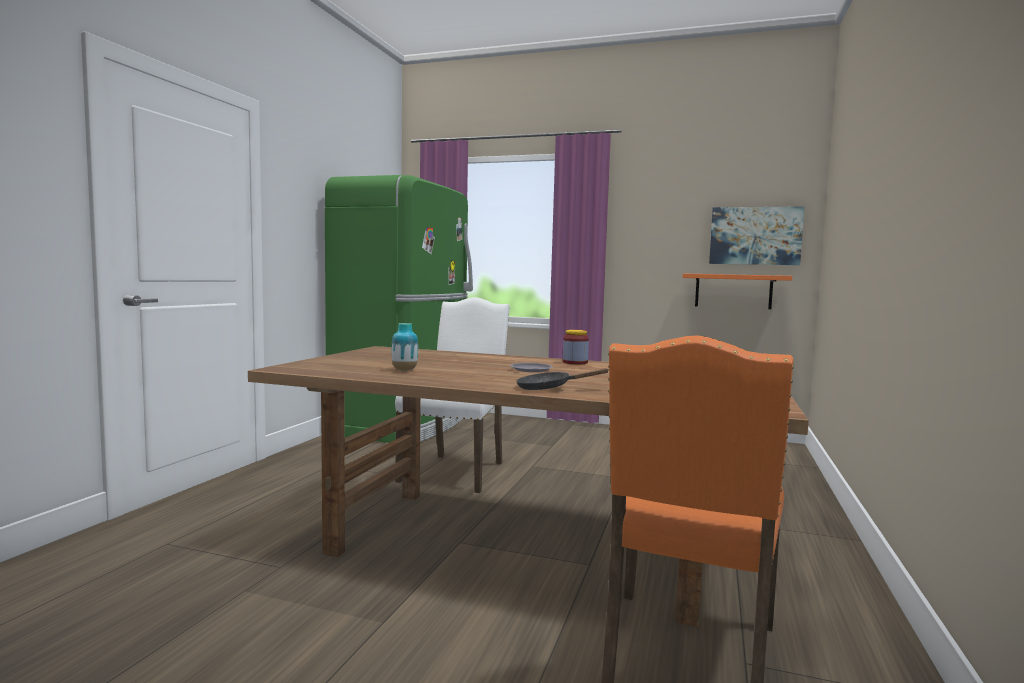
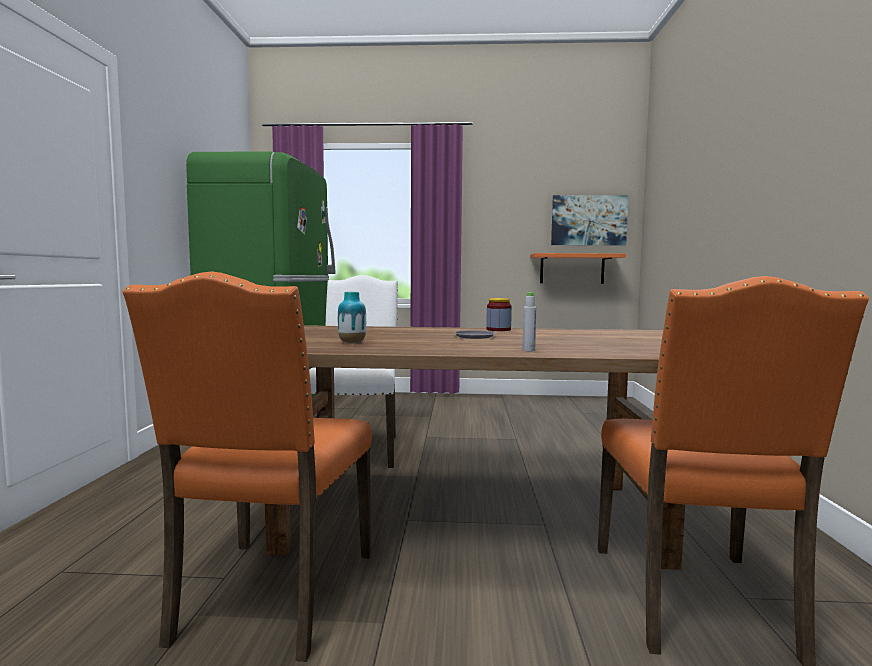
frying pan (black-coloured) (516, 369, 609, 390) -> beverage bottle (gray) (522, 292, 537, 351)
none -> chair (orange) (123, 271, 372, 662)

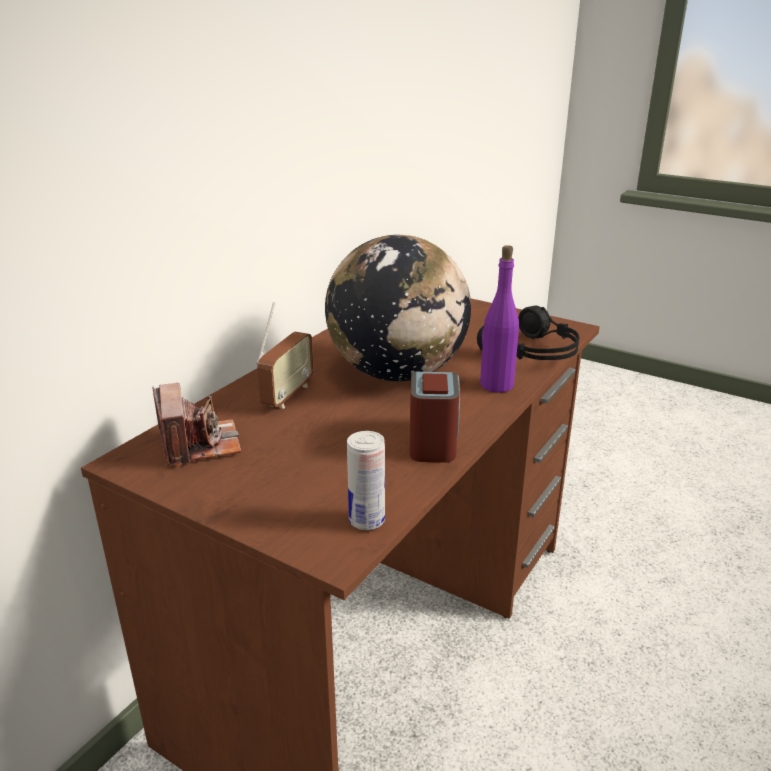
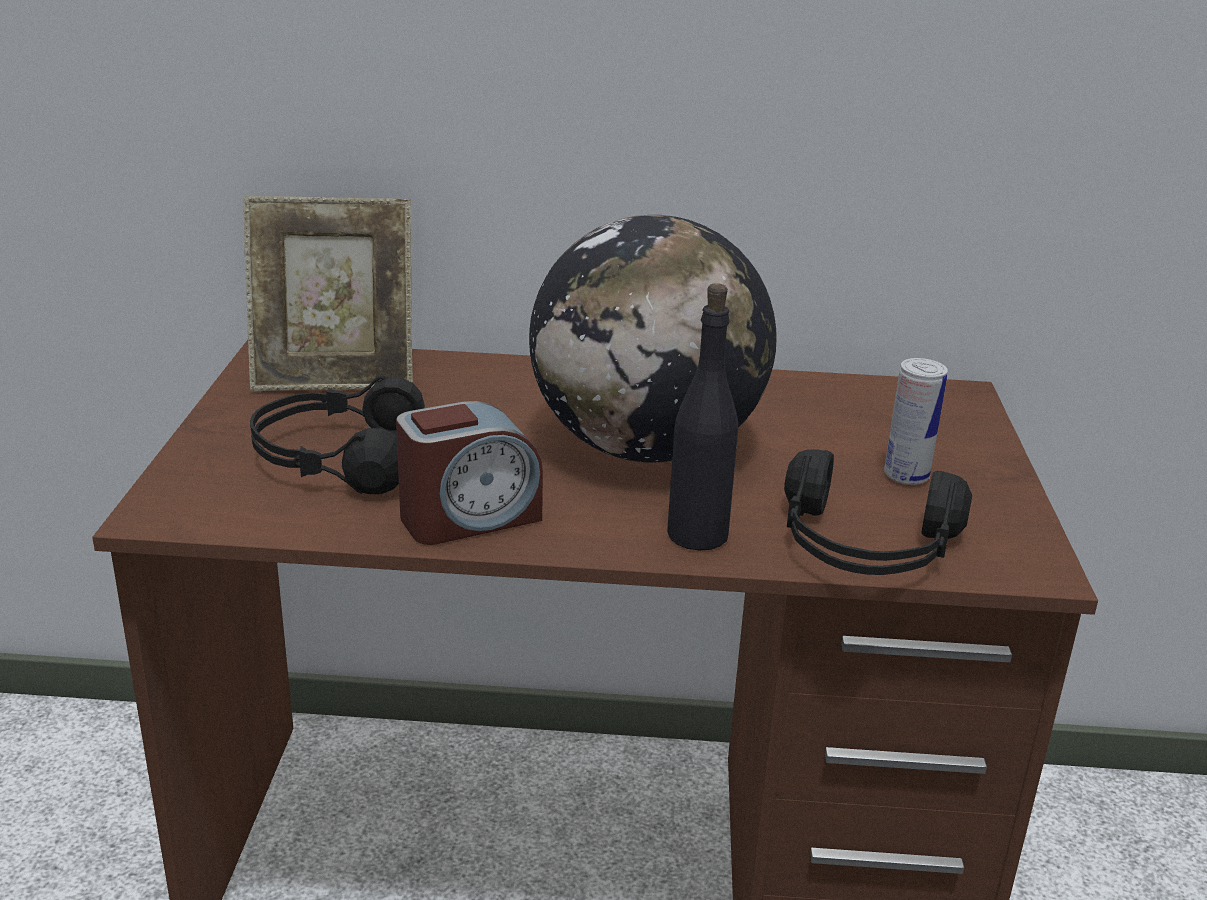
photo camera (152, 383, 241, 467) -> standing frame (243, 196, 413, 391)
radio (256, 302, 313, 409) -> none
sealed can (347, 431, 385, 530) -> sealed can (884, 358, 948, 485), move
beverage bottle (purple) (480, 245, 519, 393) -> beverage bottle (black-coloured) (667, 283, 738, 550)
none -> headphones (black-coloured) (250, 375, 425, 494)

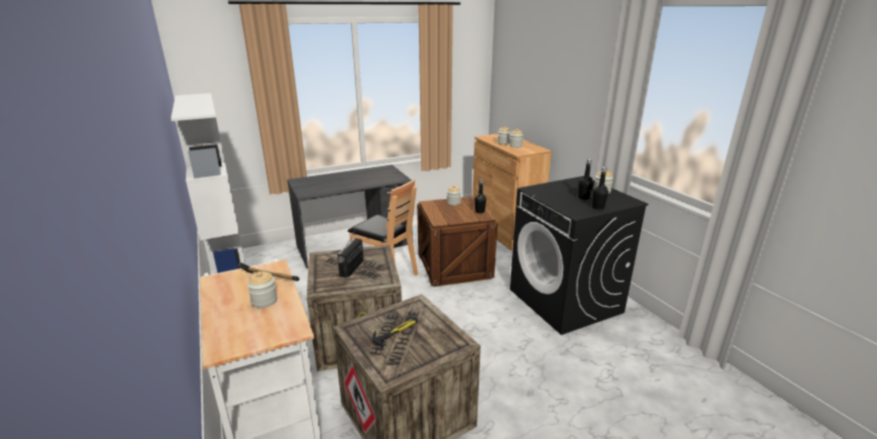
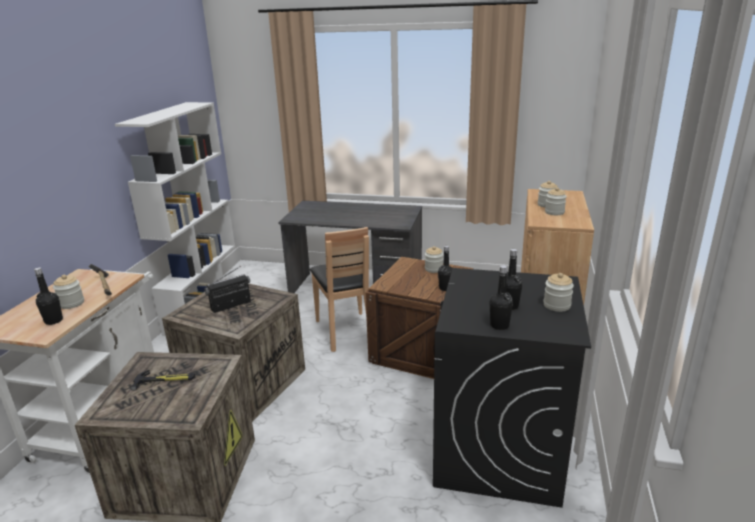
none -> beverage bottle (black-coloured) (34, 267, 63, 325)

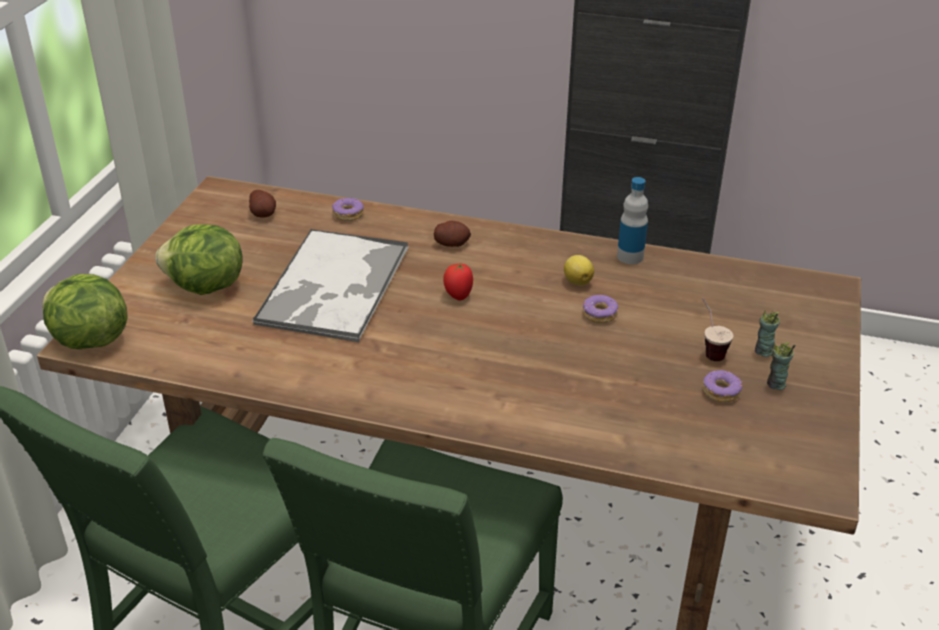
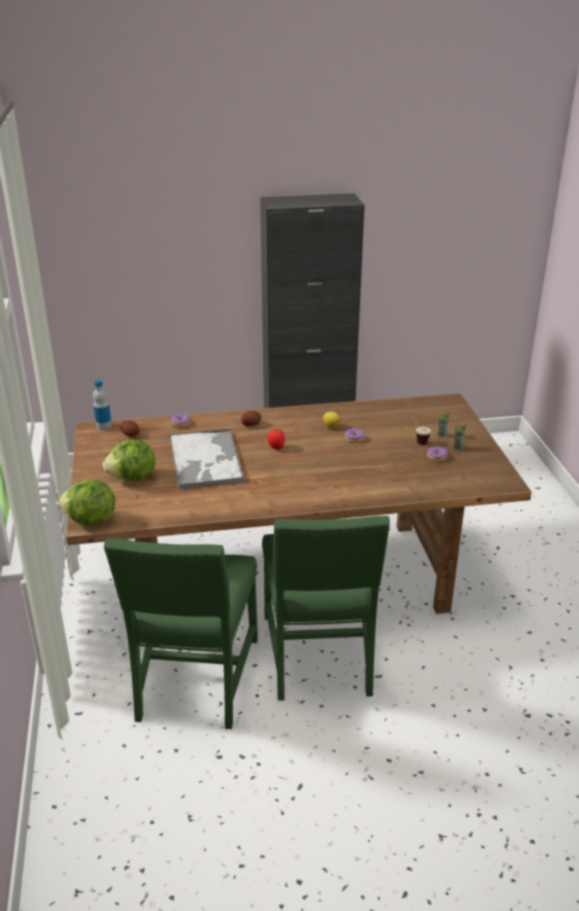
beverage bottle (617, 177, 648, 264) -> beverage bottle (93, 379, 112, 430), move

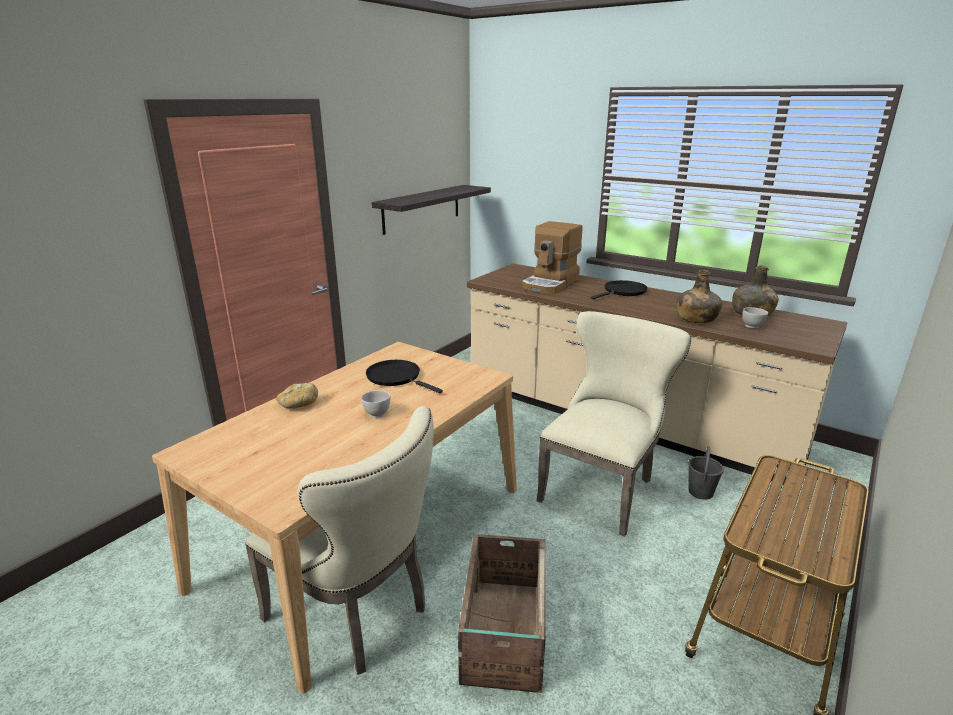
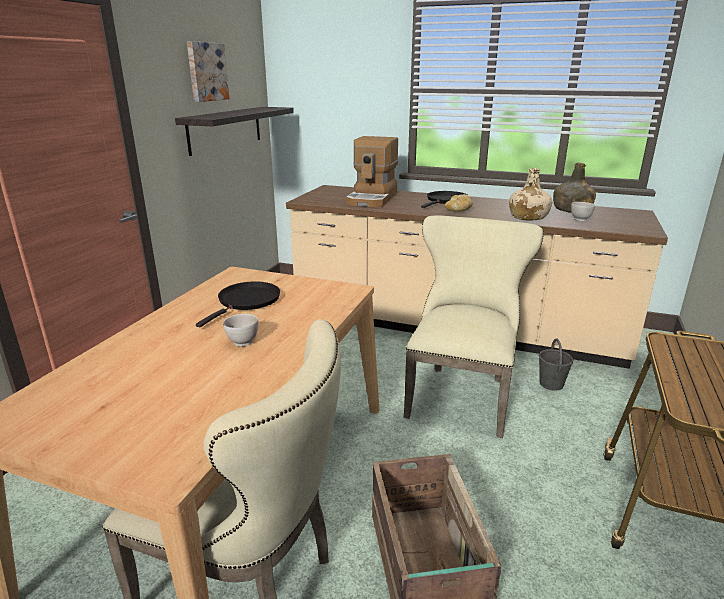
bread (276, 383, 318, 409) -> bread (445, 194, 473, 212), move
frying pan (black-coloured) (366, 360, 443, 394) -> frying pan (black-coloured) (196, 282, 280, 327), 90 degrees clockwise
beverage bottle (green) (677, 270, 722, 323) -> beverage bottle (sand-coloured) (509, 168, 553, 221)
none -> wall picture (187, 41, 230, 102)

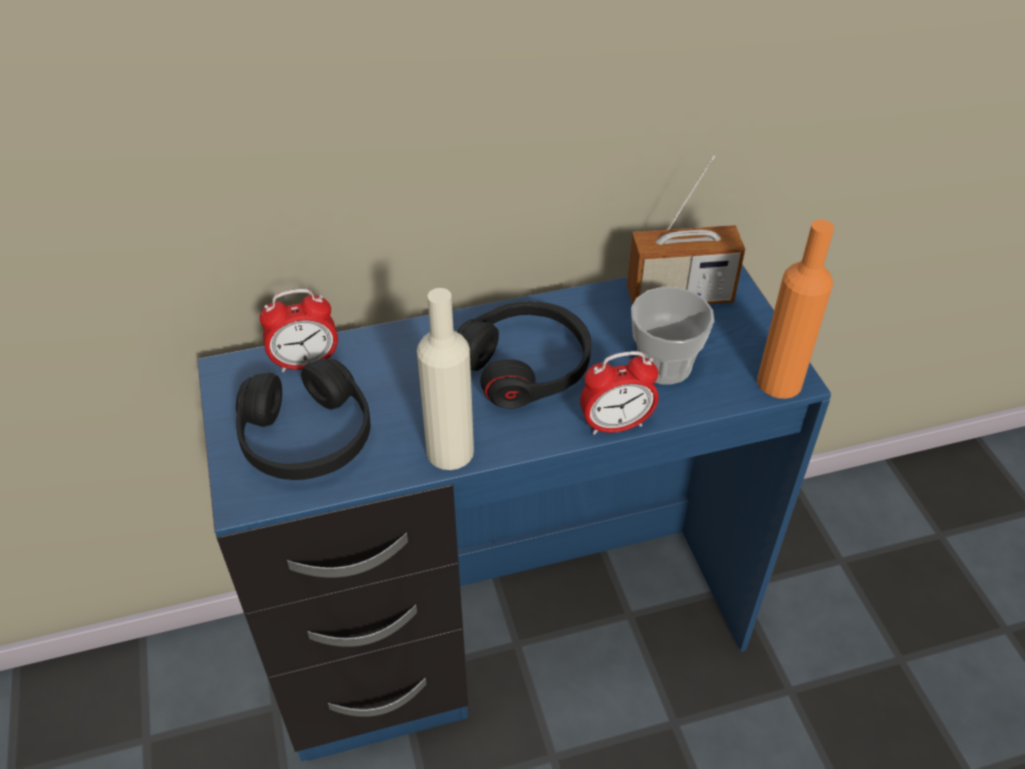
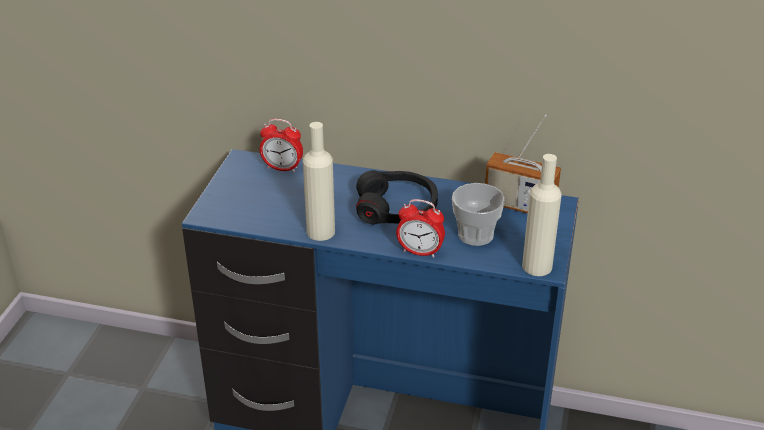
headphones (black-coloured) (236, 358, 371, 480) -> none
beverage bottle (orange) (757, 220, 834, 399) -> beverage bottle (sand-coloured) (522, 154, 562, 276)

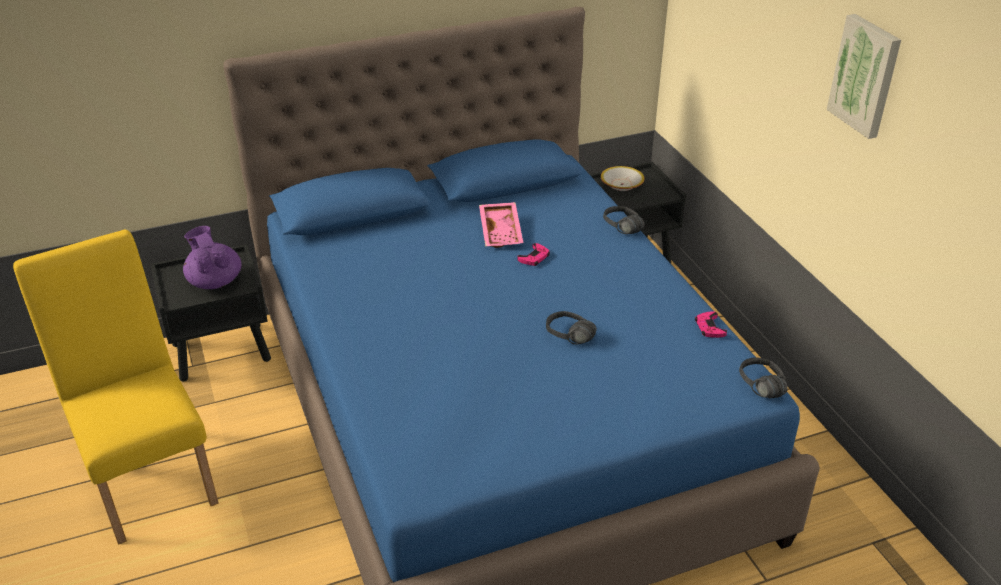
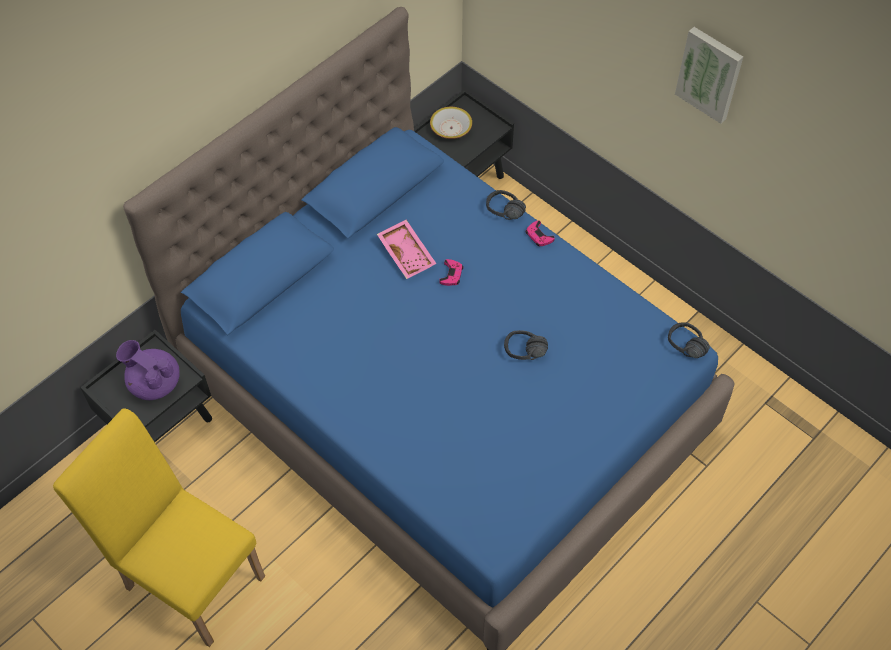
game controller (pinkish) (695, 311, 727, 338) -> game controller (pinkish) (525, 220, 555, 246), move

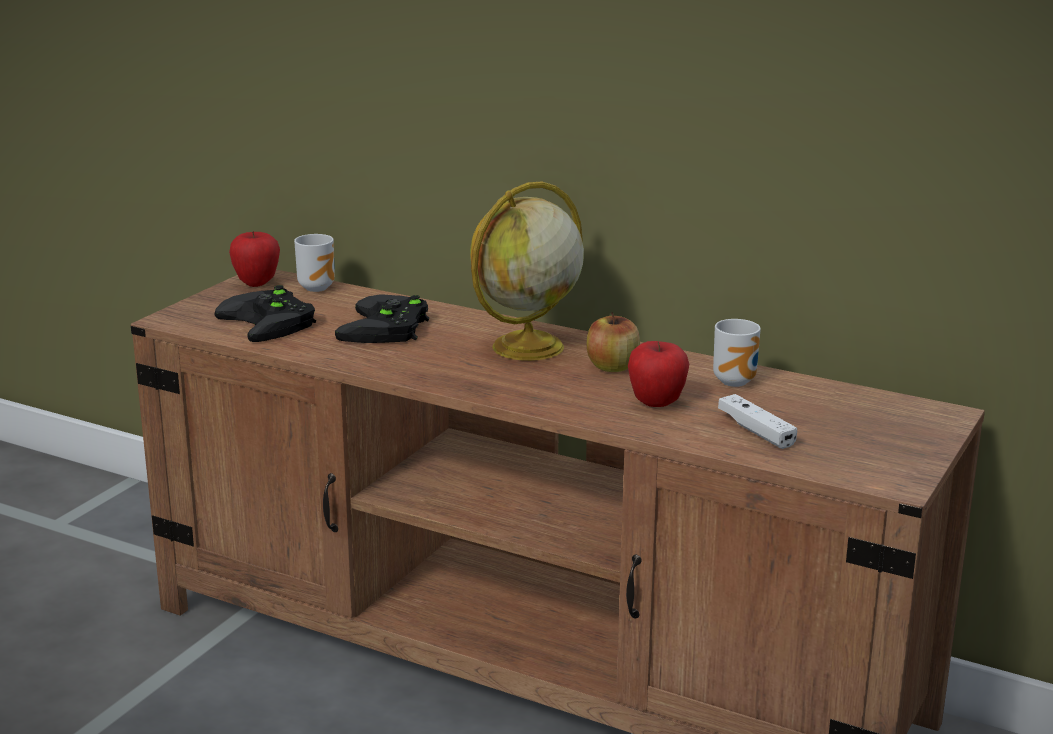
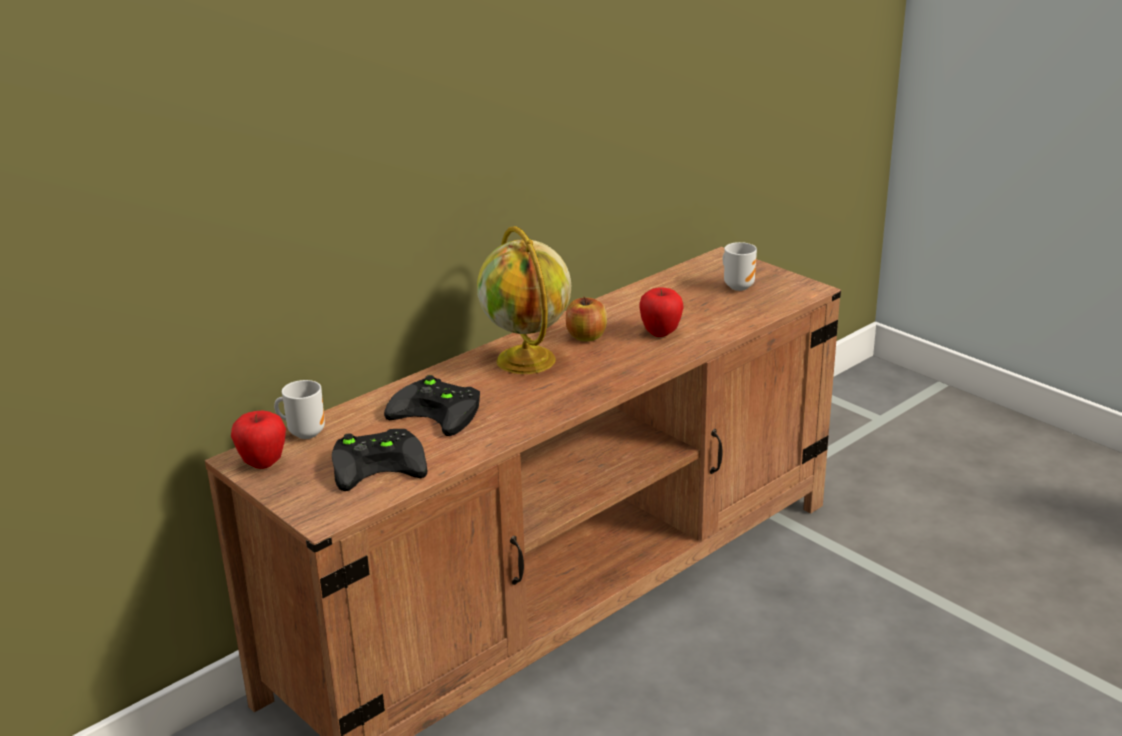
tea mug (713, 319, 761, 387) -> tea mug (723, 242, 757, 291), move
game controller (white-coloured) (718, 394, 797, 449) -> none

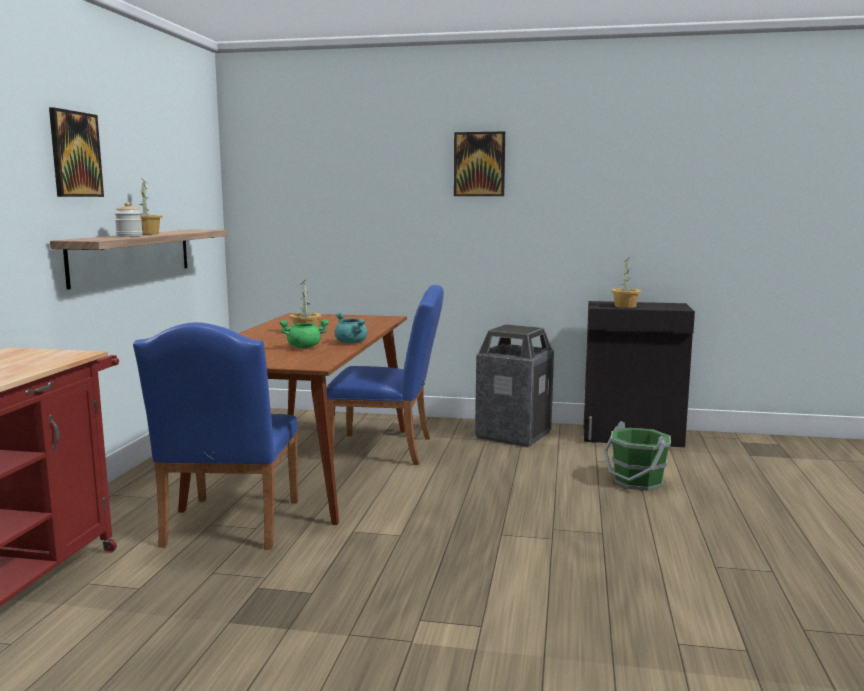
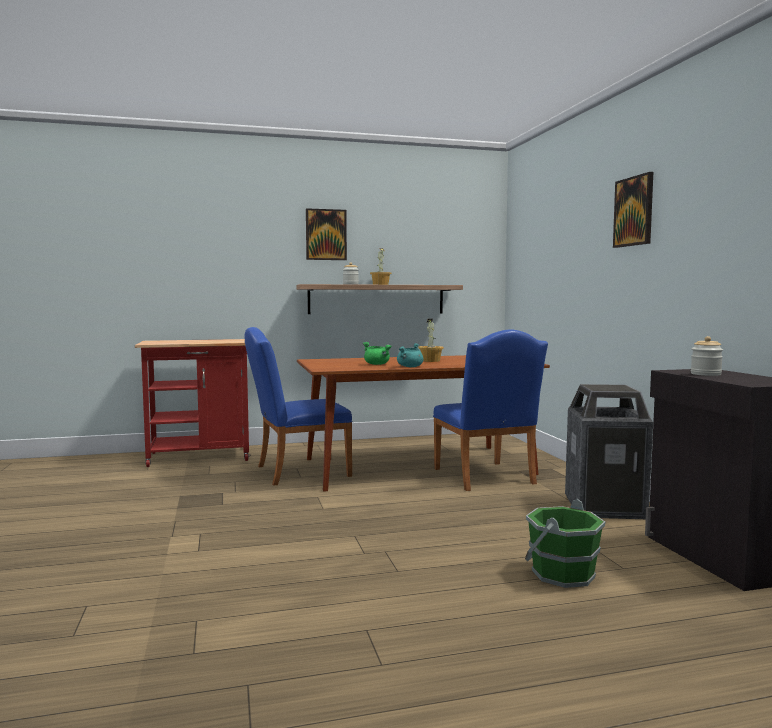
plant in a pot (611, 257, 641, 308) -> preserve jar (691, 336, 723, 376)

